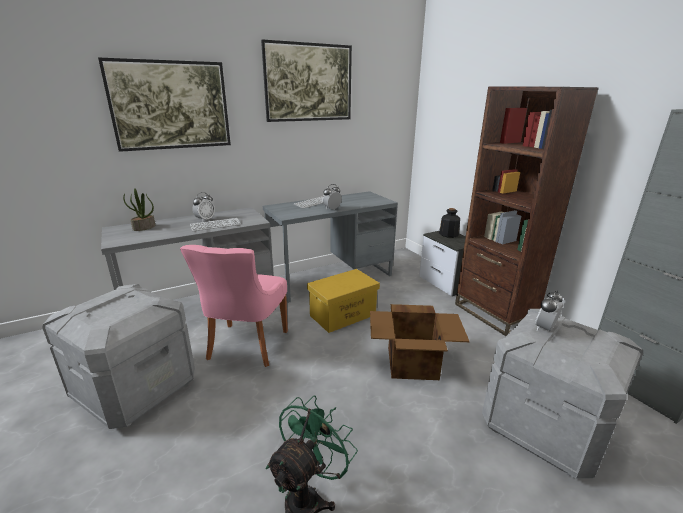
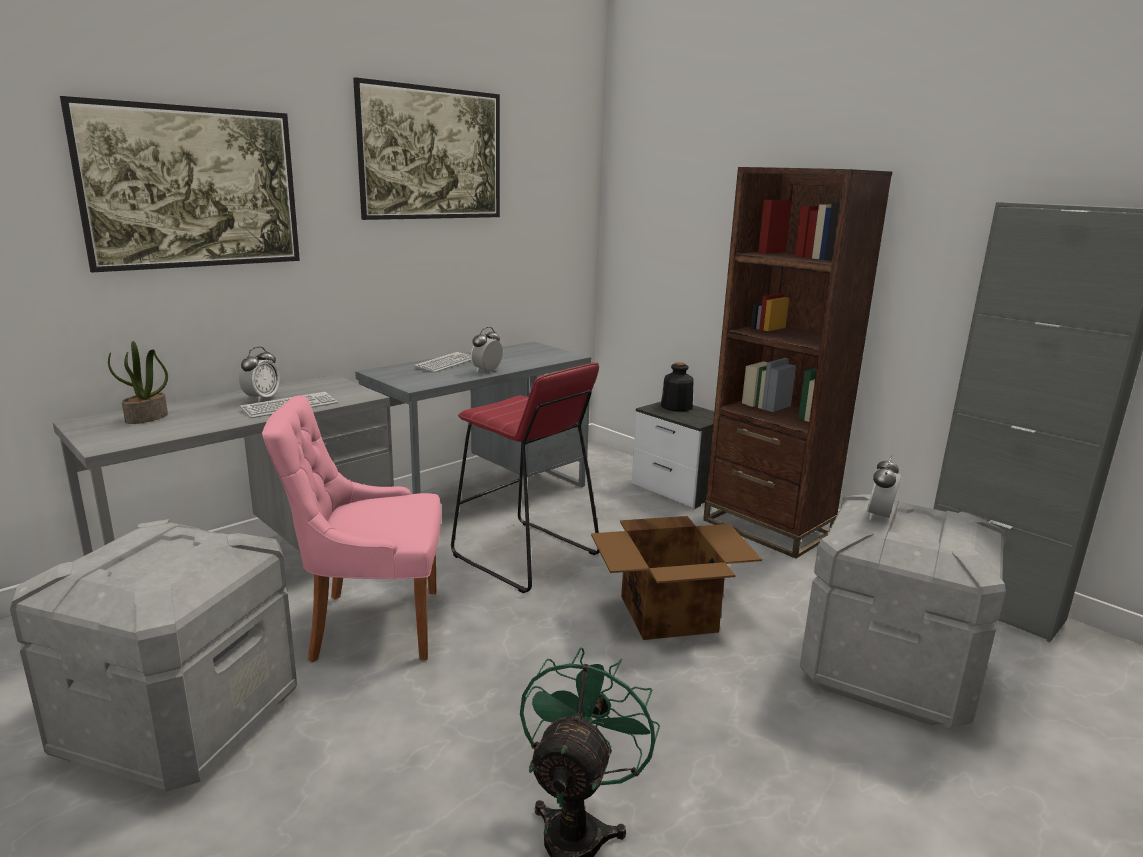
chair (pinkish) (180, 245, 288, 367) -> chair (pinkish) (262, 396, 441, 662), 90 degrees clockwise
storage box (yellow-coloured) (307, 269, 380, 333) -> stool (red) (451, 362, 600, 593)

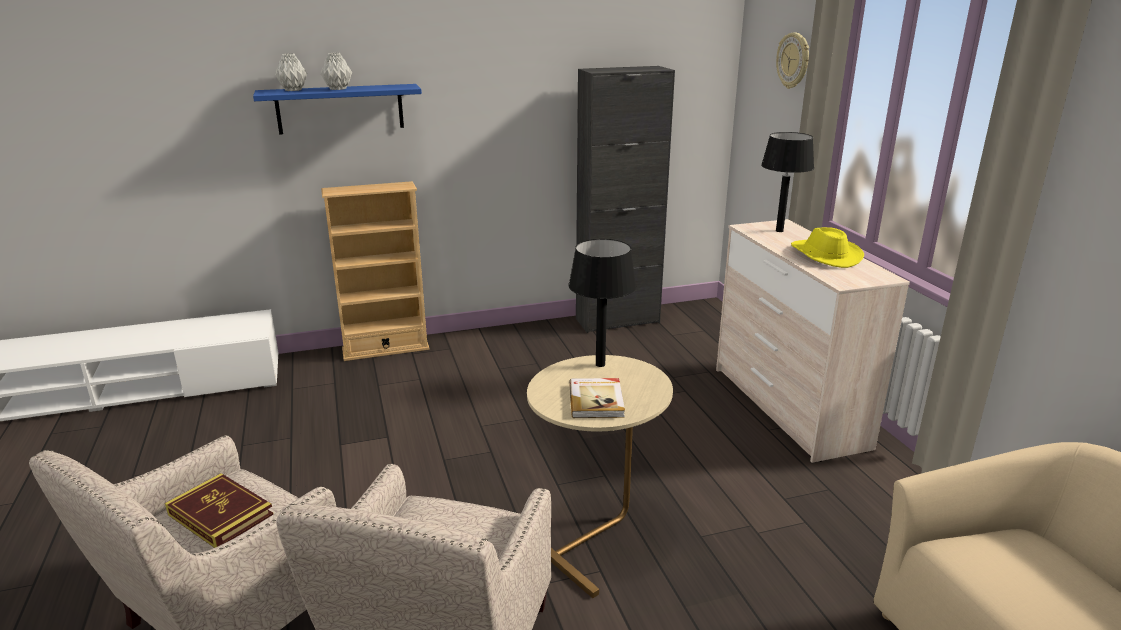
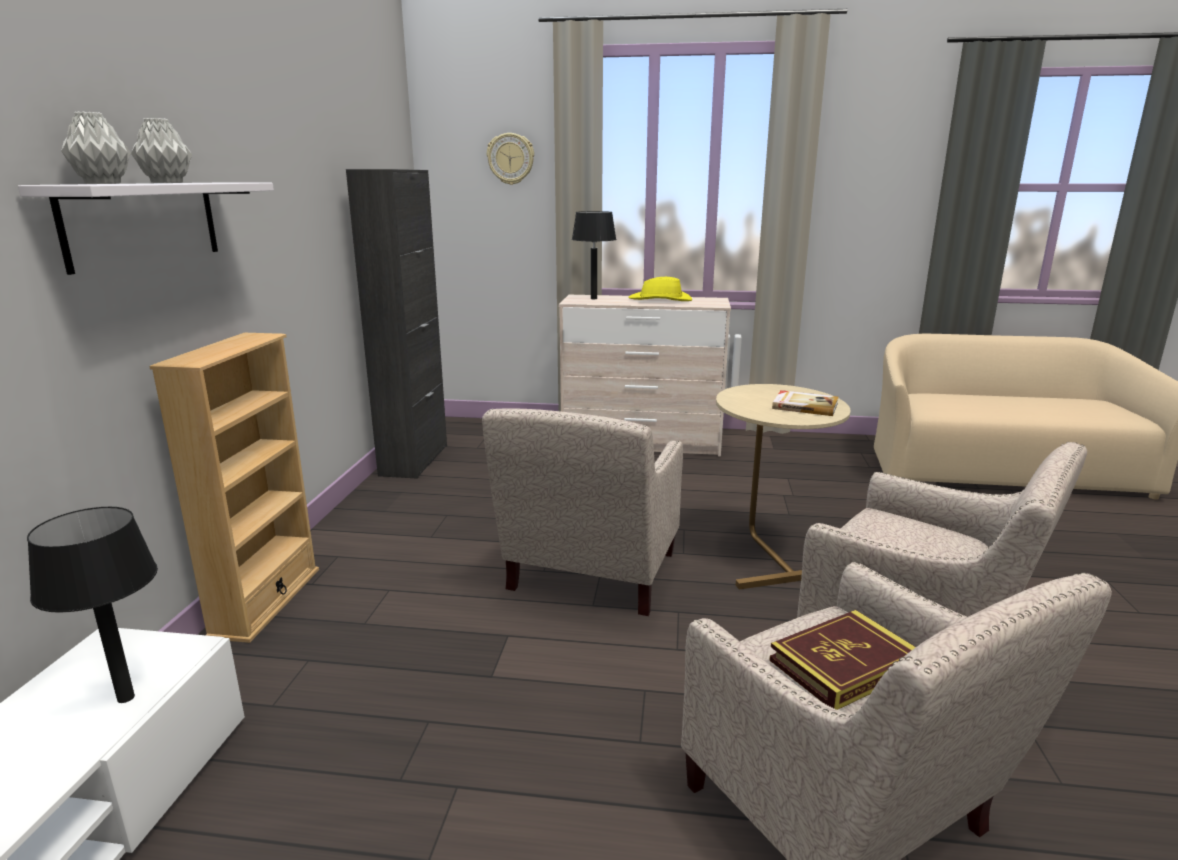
wall shelf (bluish) (253, 84, 422, 135) -> wall shelf (white-coloured) (18, 183, 274, 275)
tabletop lamp (black-coloured) (568, 239, 636, 367) -> tabletop lamp (black-coloured) (27, 507, 158, 703), move
none -> lounge chair (sand-coloured) (482, 409, 683, 616)

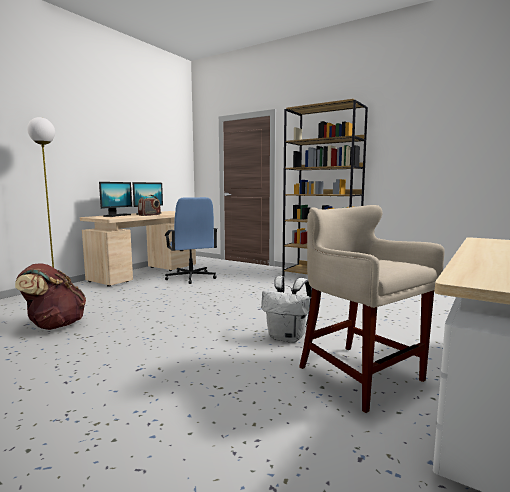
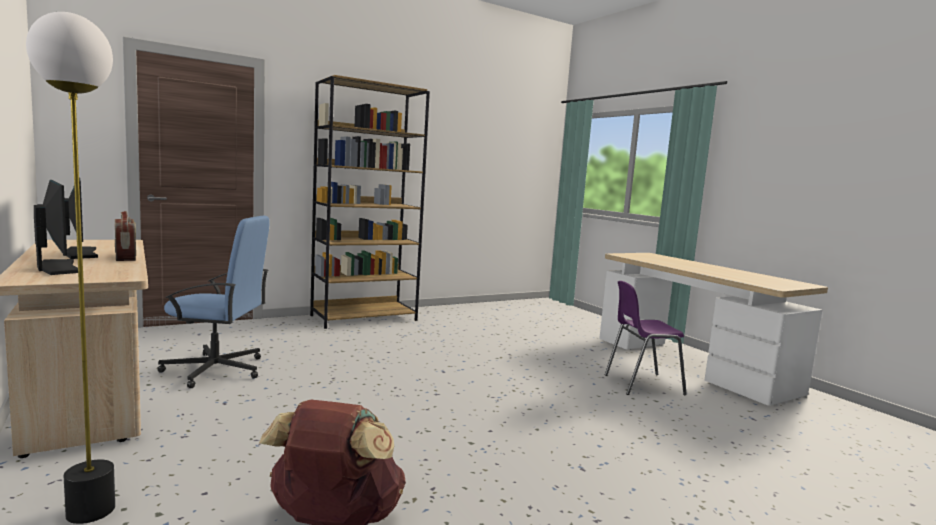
rucksack (white-coloured) (261, 276, 312, 343) -> none
stool (sand-coloured) (299, 205, 445, 413) -> chair (purple) (605, 281, 687, 395)

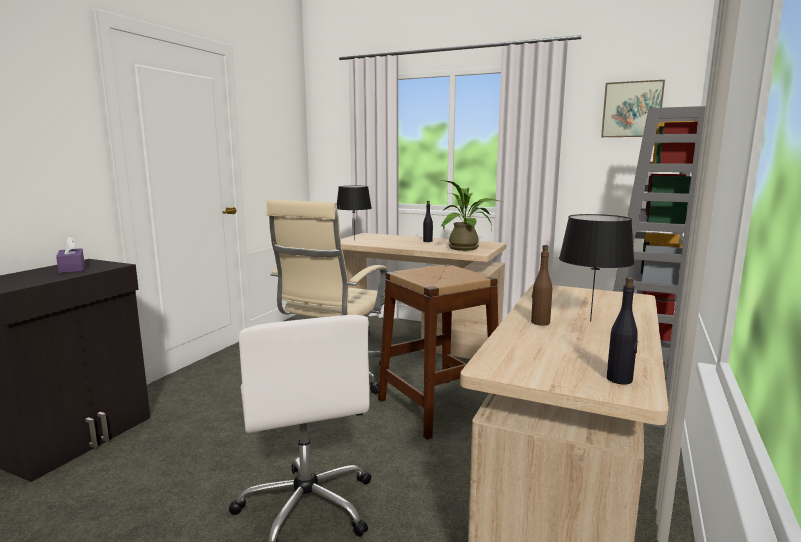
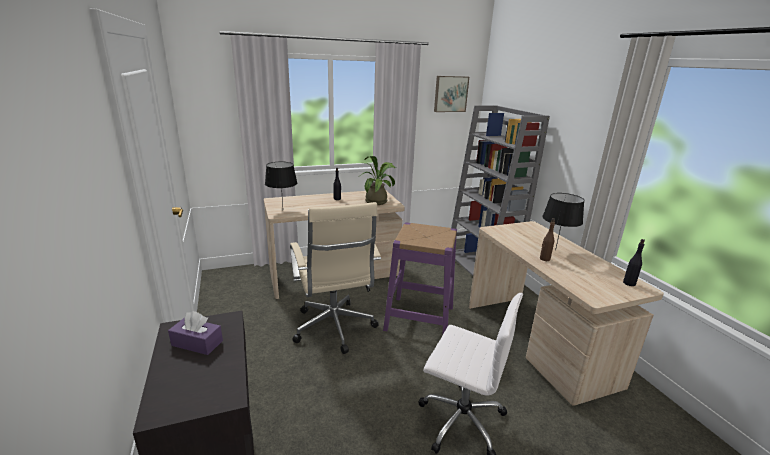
stool (brownish) (378, 264, 498, 440) -> stool (purple) (383, 222, 457, 334)

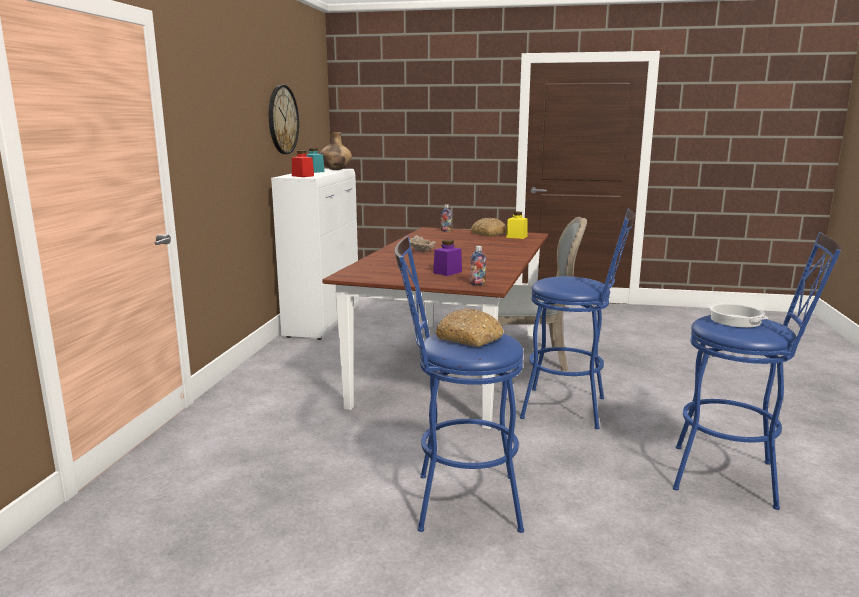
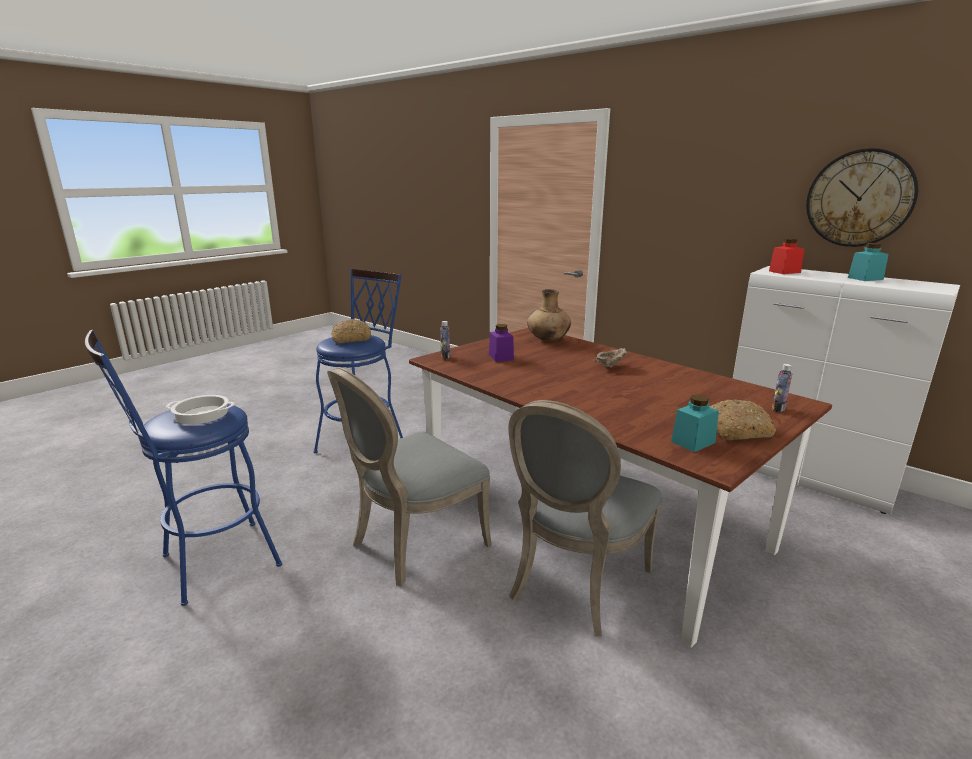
vase (brownish) (319, 132, 352, 170) -> vase (brownish) (527, 289, 571, 341), move
preserve jar (yellow-coloured) (506, 212, 528, 239) -> preserve jar (turquoise-coloured) (671, 395, 719, 452)
stool (bluish) (520, 209, 635, 429) -> chair (gray) (327, 367, 492, 587)

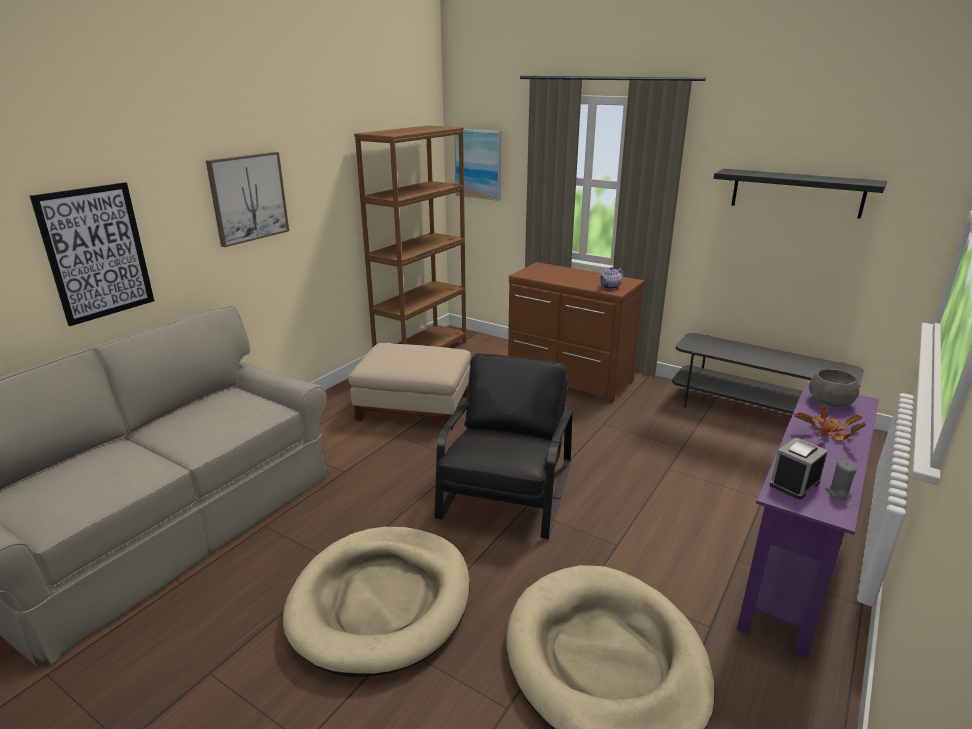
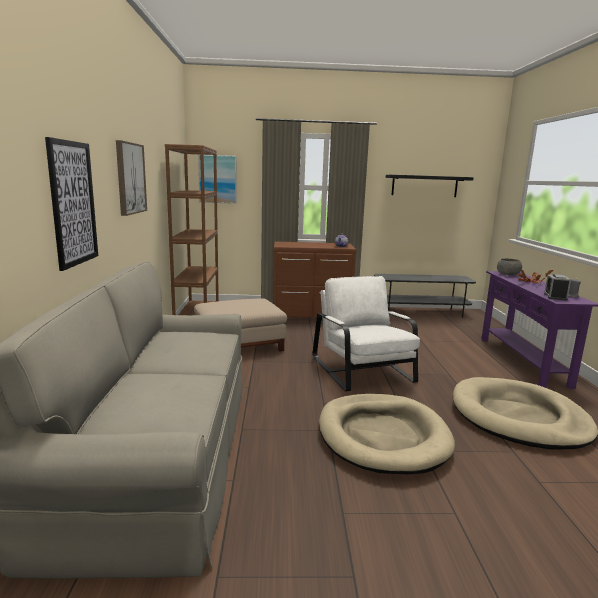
lounge chair (black-coloured) (435, 353, 572, 539) -> lounge chair (white-coloured) (313, 276, 420, 391)

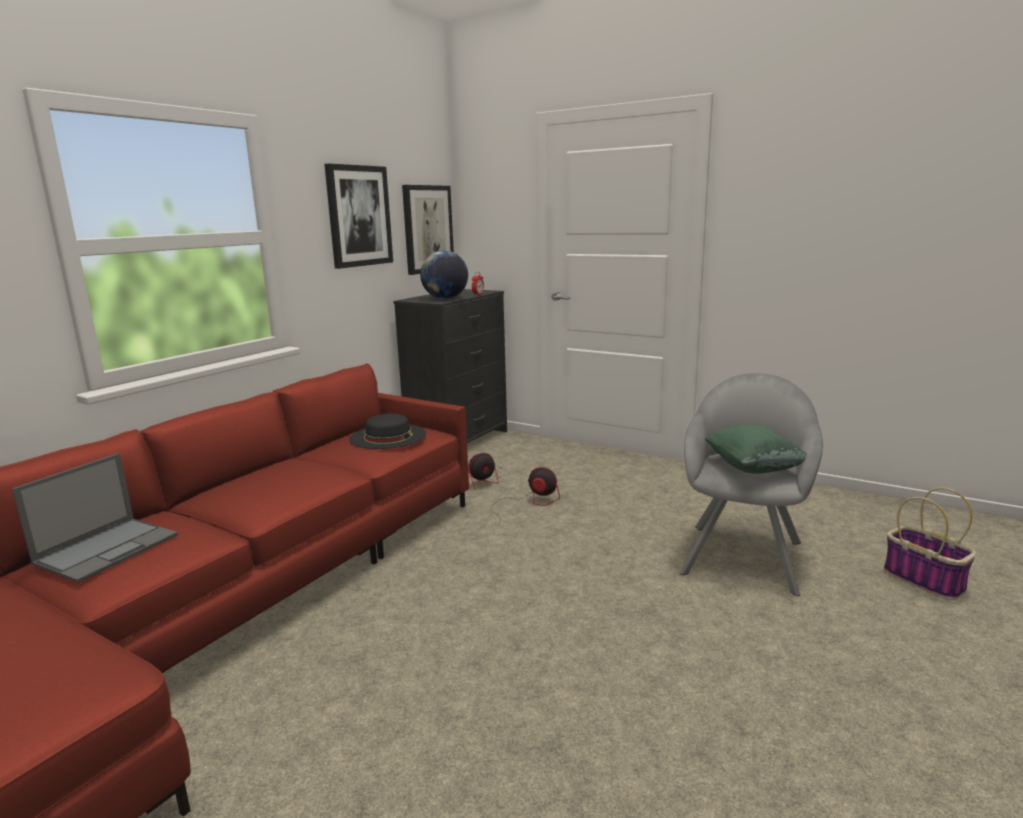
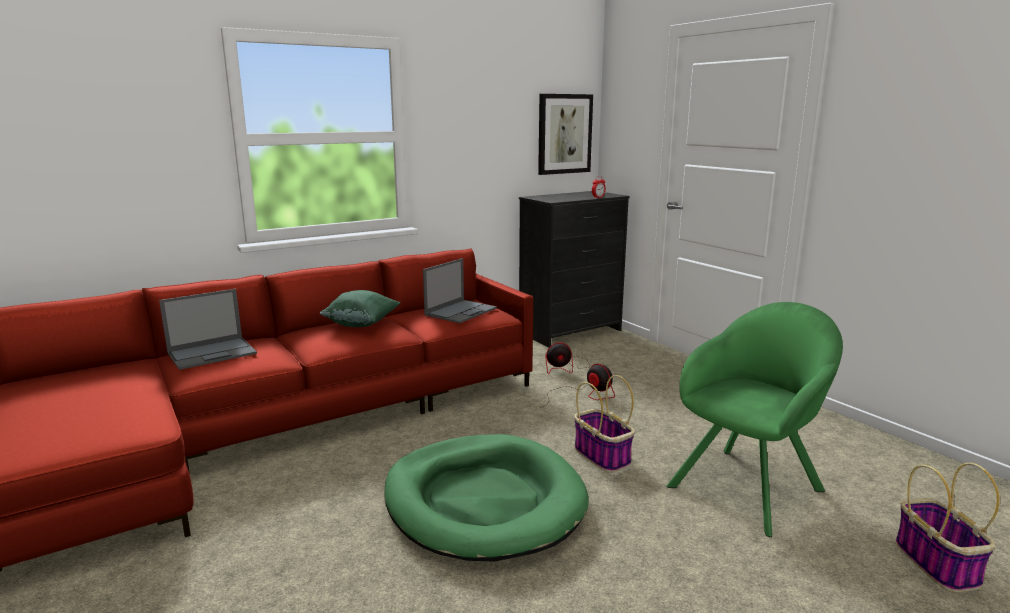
wall picture (324, 164, 393, 269) -> none
hat (black-coloured) (349, 414, 426, 449) -> notebook computer (423, 258, 497, 323)
globe (420, 250, 468, 299) -> none
lounge chair (gray) (679, 373, 823, 596) -> lounge chair (green) (666, 302, 843, 537)
cushion (green) (705, 424, 807, 474) -> cushion (green) (320, 290, 401, 327), move
none -> pet bed (green) (384, 434, 589, 561)
none -> household basket (574, 375, 635, 473)

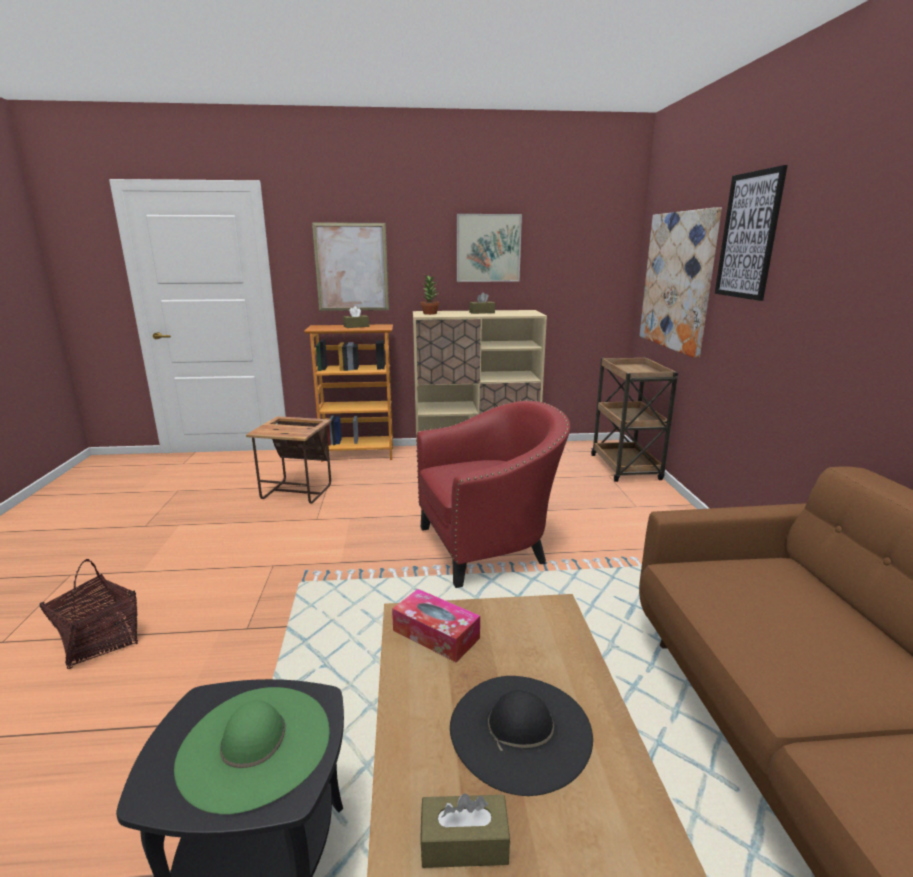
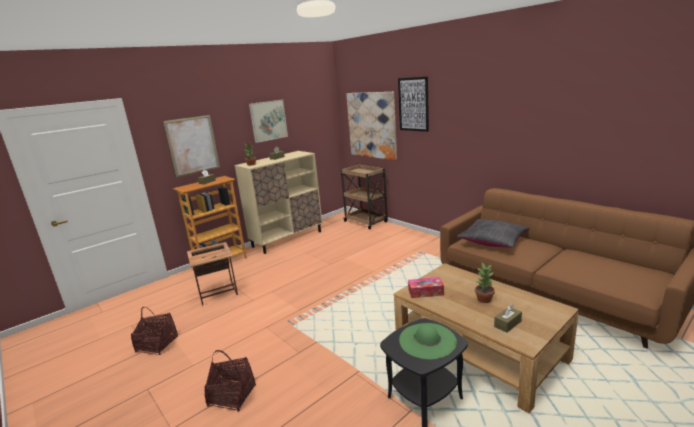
lounge chair (red) (416, 400, 570, 588) -> none
hat (black-coloured) (450, 676, 593, 796) -> plant in a pot (475, 263, 495, 303)
none -> household basket (131, 307, 178, 355)
none -> cushion (black-coloured) (457, 219, 530, 248)

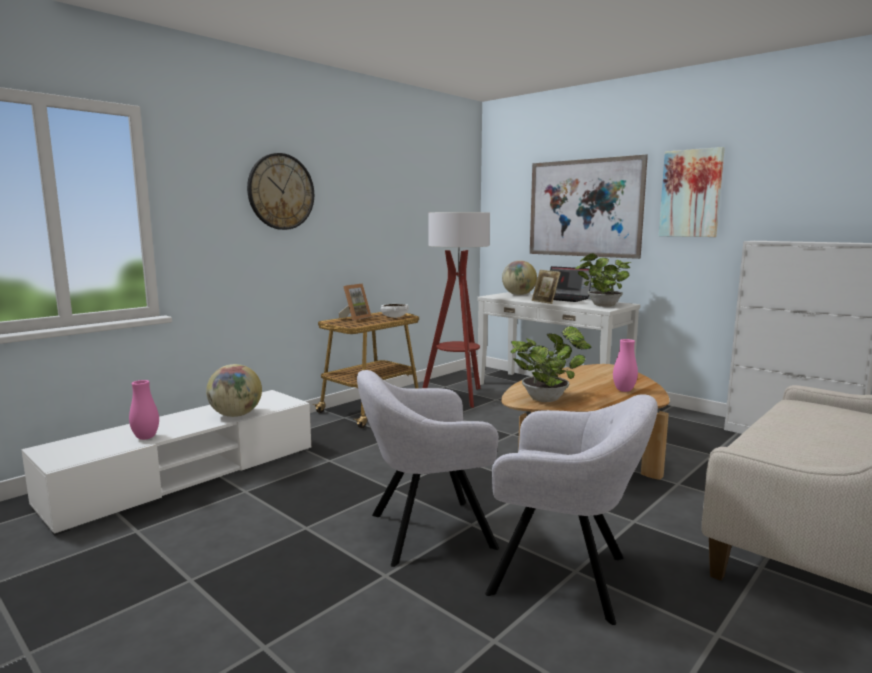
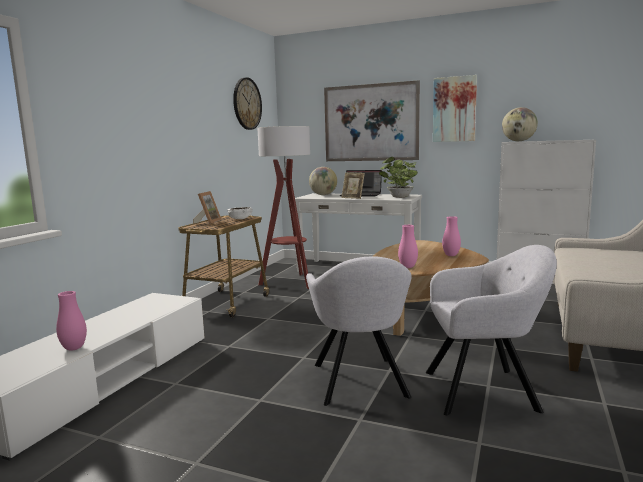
globe (206, 364, 262, 417) -> globe (502, 107, 538, 141), move
hanging clock (247, 153, 314, 230) -> hanging clock (233, 77, 262, 130), move
lounge chair (gray) (357, 370, 499, 567) -> lounge chair (gray) (306, 256, 412, 406), 60 degrees counterclockwise
plant in a pot (510, 326, 592, 402) -> vase (pinkish) (398, 225, 418, 268)

